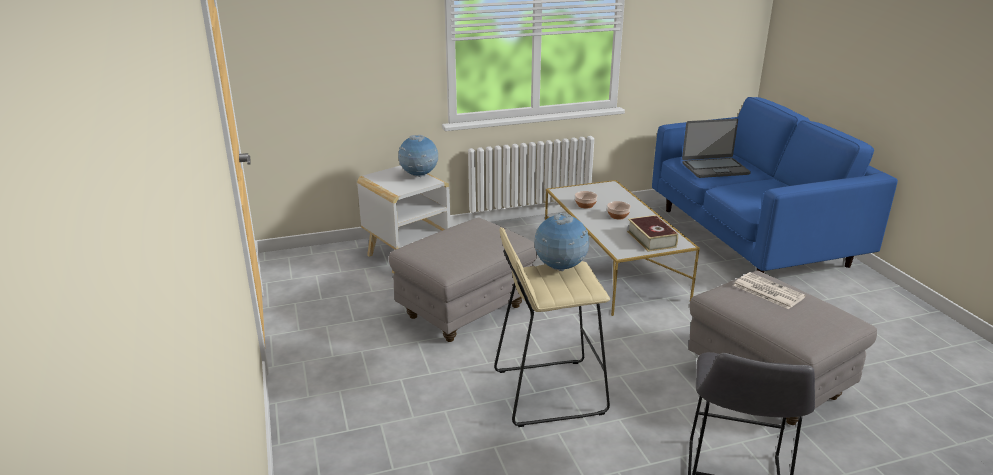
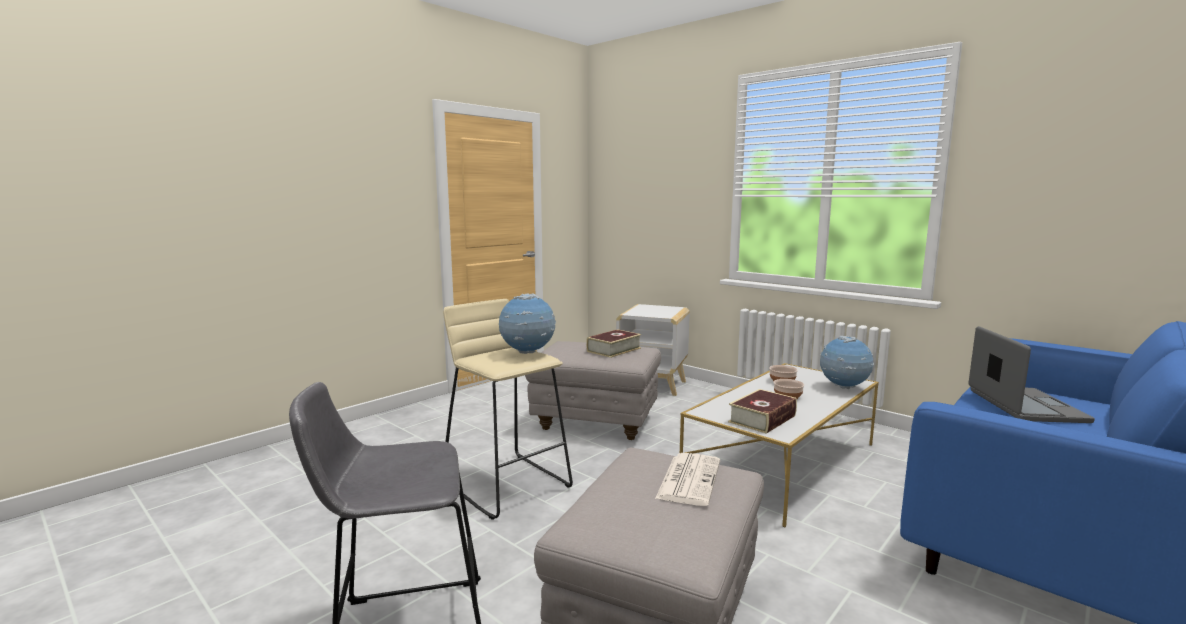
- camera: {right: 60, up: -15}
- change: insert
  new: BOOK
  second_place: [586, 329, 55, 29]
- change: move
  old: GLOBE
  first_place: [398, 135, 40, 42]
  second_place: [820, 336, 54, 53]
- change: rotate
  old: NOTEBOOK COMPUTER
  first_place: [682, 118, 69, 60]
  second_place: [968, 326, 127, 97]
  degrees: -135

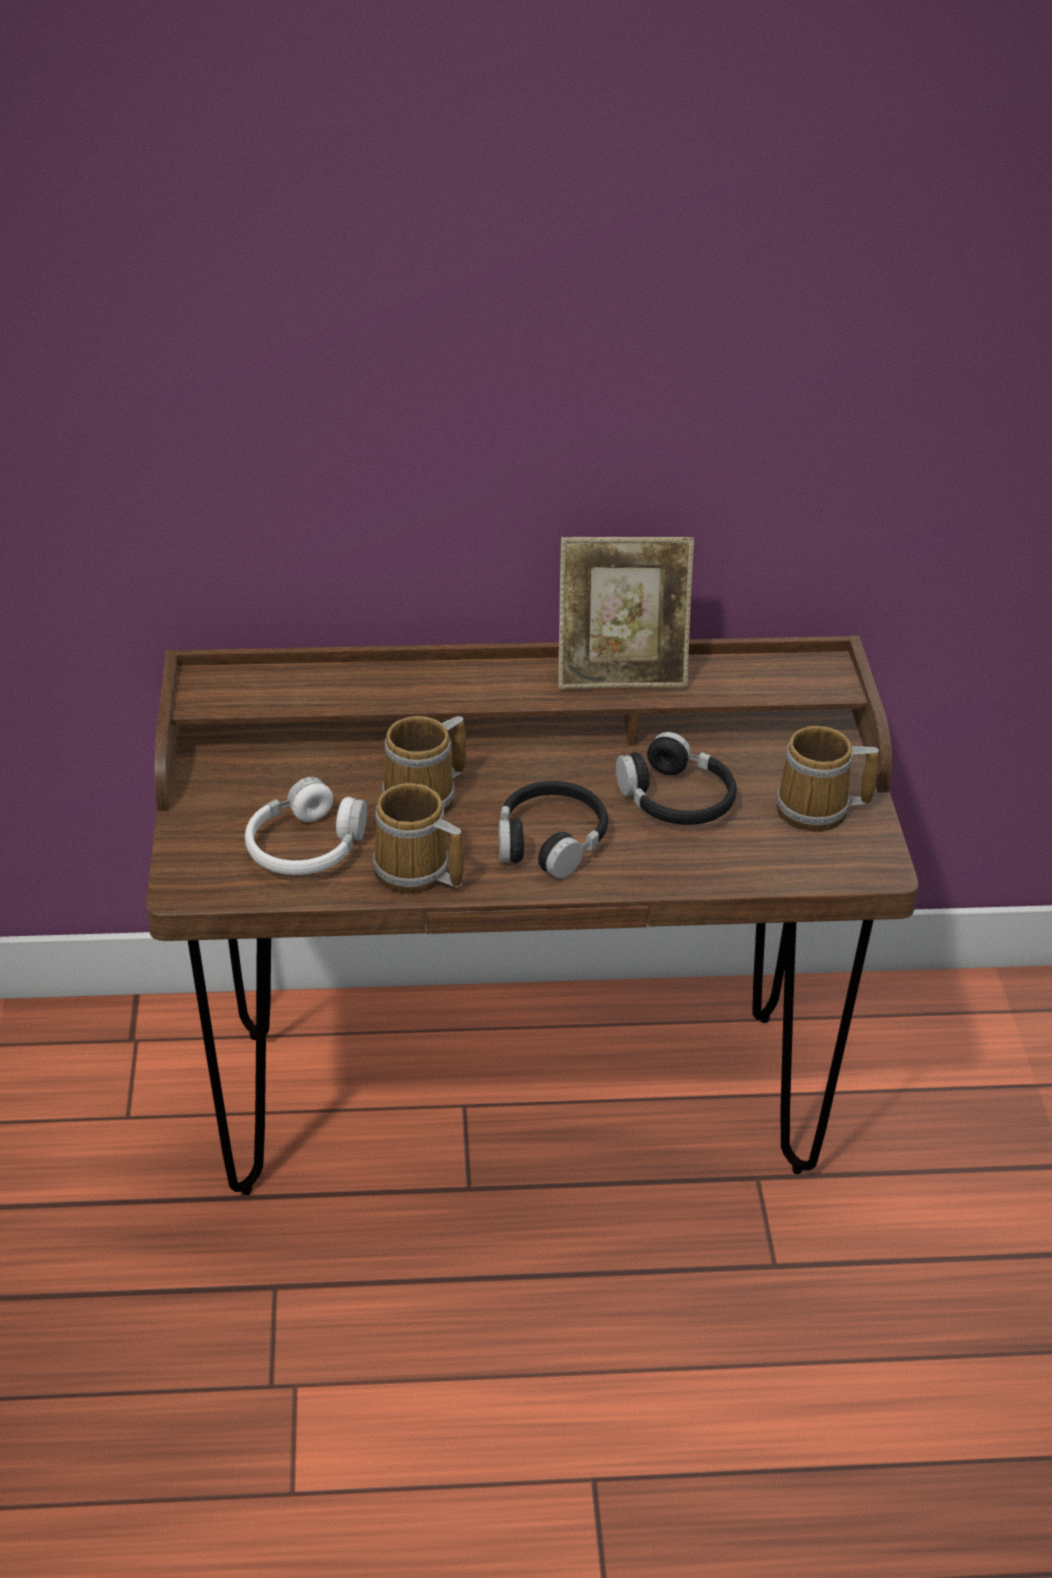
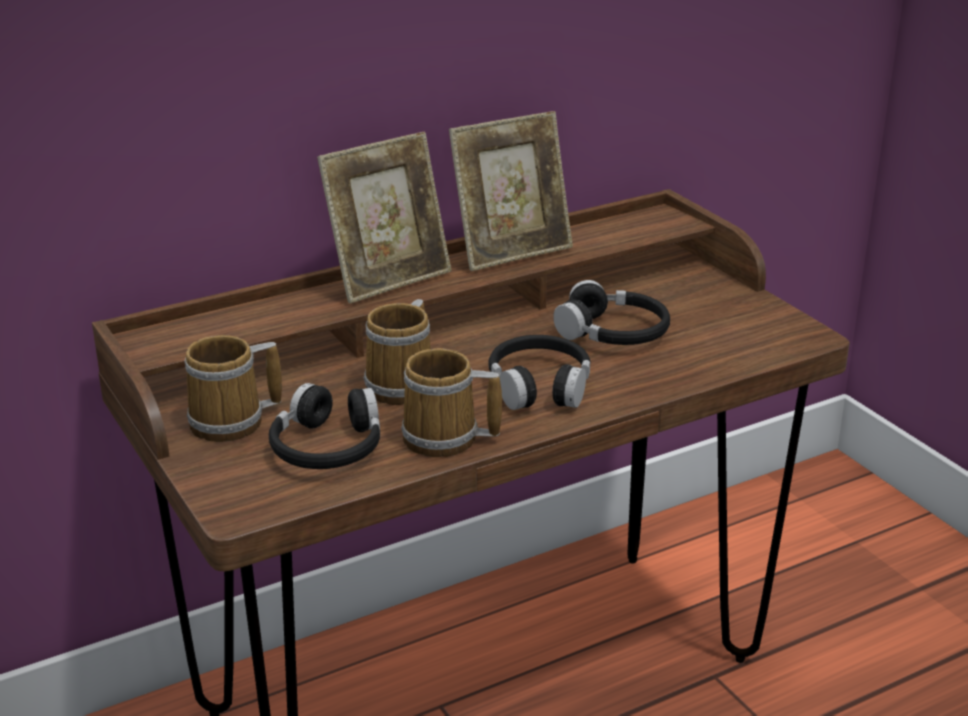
- camera: {right: -25, up: -10}
- change: move
  old: MUG
  first_place: [776, 726, 103, 106]
  second_place: [184, 335, 98, 107]
- change: recolor
  old: WHITISH HEADPHONES
  new: BLACKISH HEADPHONES
  first_place: [245, 777, 122, 98]
  second_place: [269, 383, 111, 86]
- change: insert
  new: STANDING FRAME
  second_place: [317, 131, 134, 173]

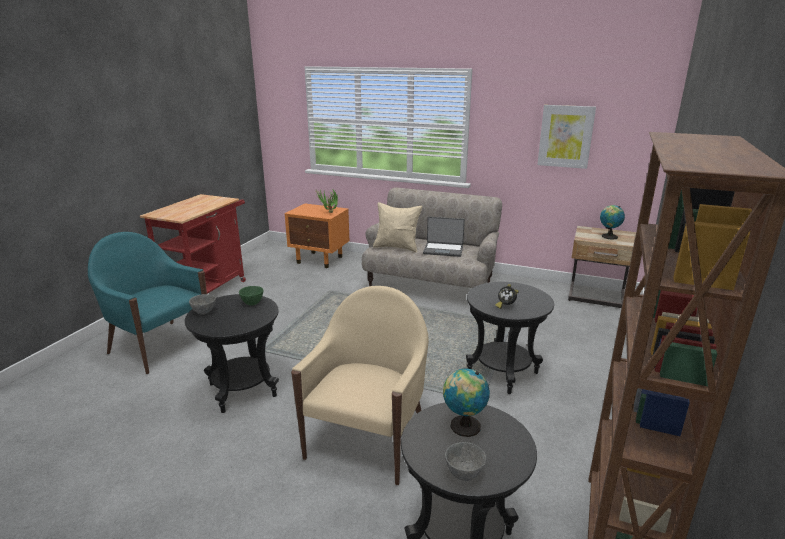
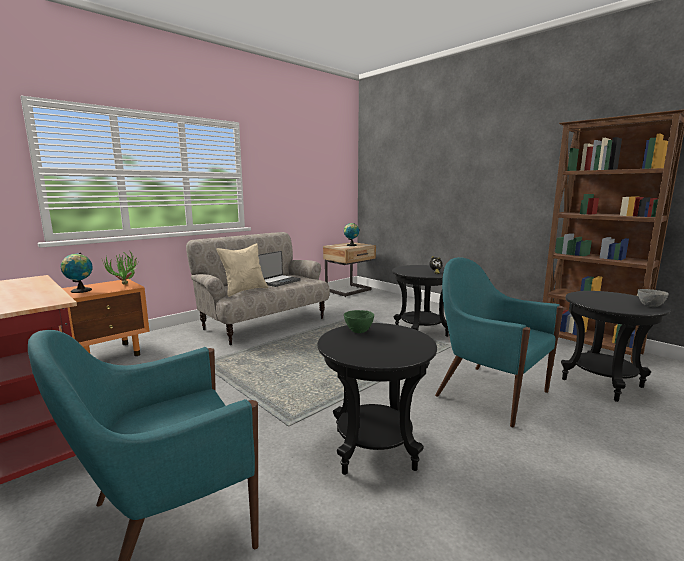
- camera: {right: -65, up: -10}
- change: move
  old: GLOBE
  first_place: [443, 369, 47, 68]
  second_place: [61, 253, 32, 40]
- change: recolor
  old: SAND-COLOURED LOUNGE CHAIR
  new: TURQUOISE LOUNGE CHAIR
  first_place: [291, 286, 138, 199]
  second_place: [435, 257, 129, 171]
- change: delete
  old: GRAY DEEP DISH
  first_place: [189, 294, 27, 21]
- change: delete
  old: WALL PICTURE
  first_place: [537, 105, 59, 64]

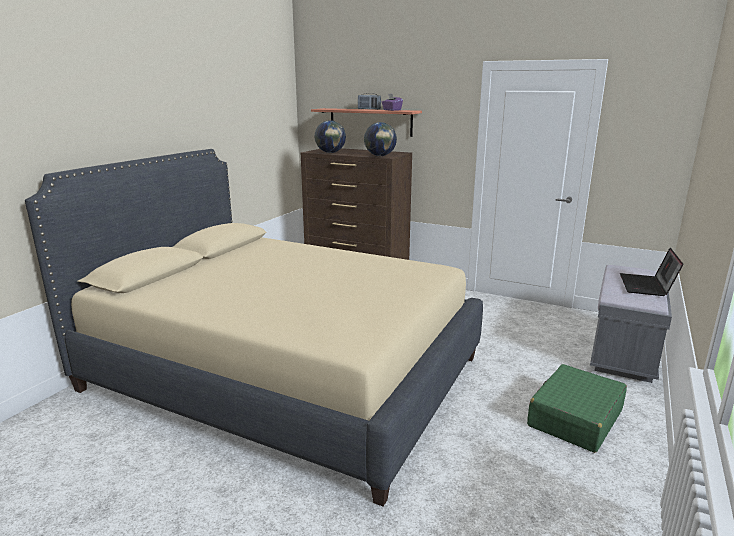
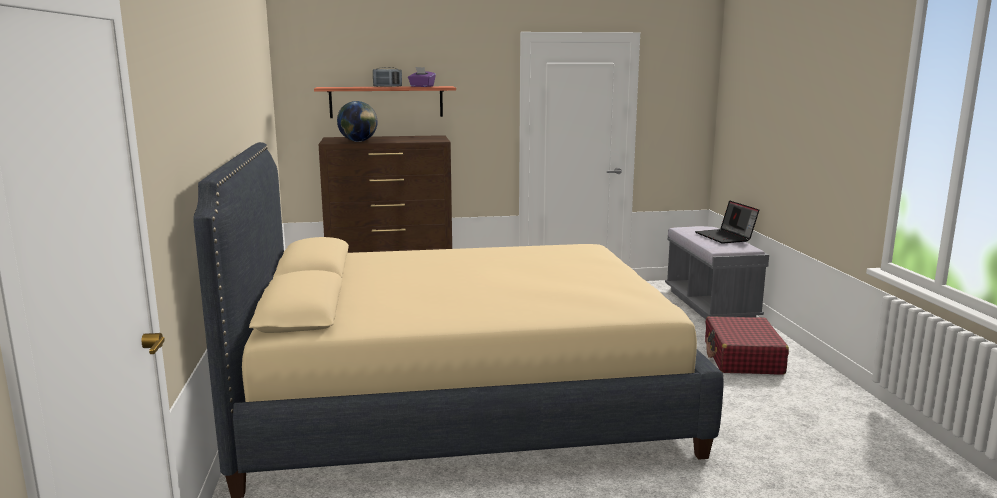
- camera: {right: -35, up: -5}
- change: recolor
  old: GREEN SUITCASE
  new: RED-COLOURED SUITCASE
  first_place: [527, 364, 100, 89]
  second_place: [705, 316, 84, 59]
- change: delete
  old: GLOBE
  first_place: [364, 122, 33, 34]

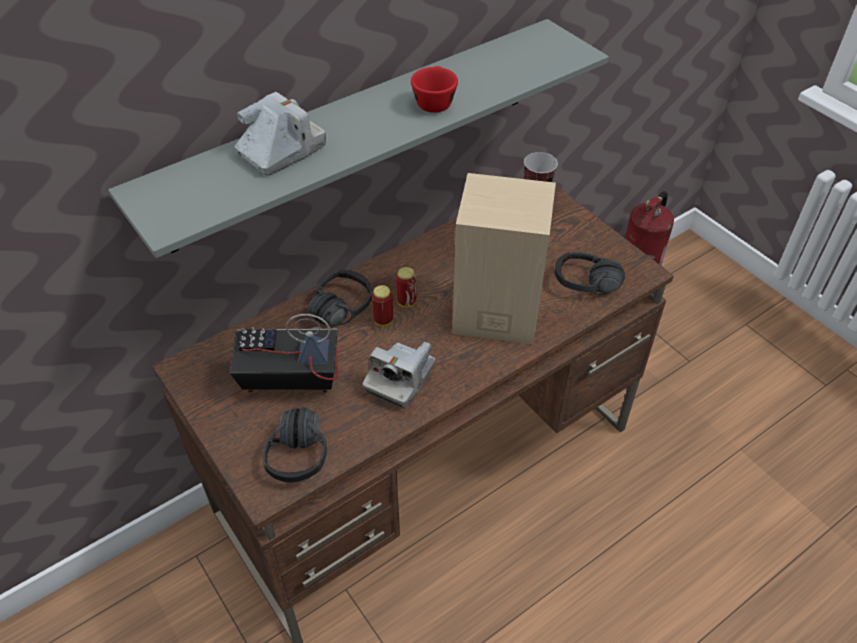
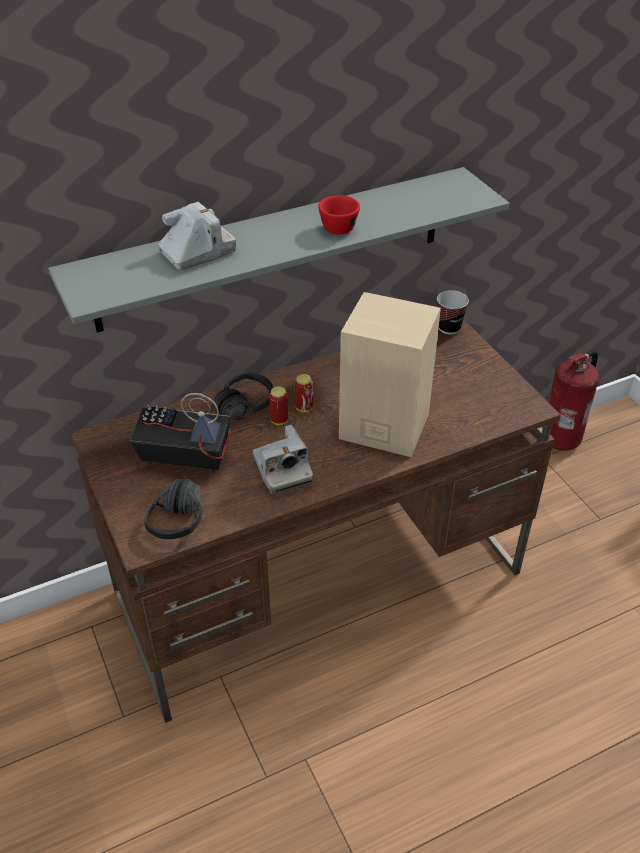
- camera: {right: 10, up: -5}
- change: rotate
  old: STILL CAMERA
  first_place: [363, 342, 73, 67]
  second_place: [253, 425, 60, 70]
  degrees: -60
- change: delete
  old: BLACKISH HEADPHONES
  first_place: [555, 252, 70, 43]

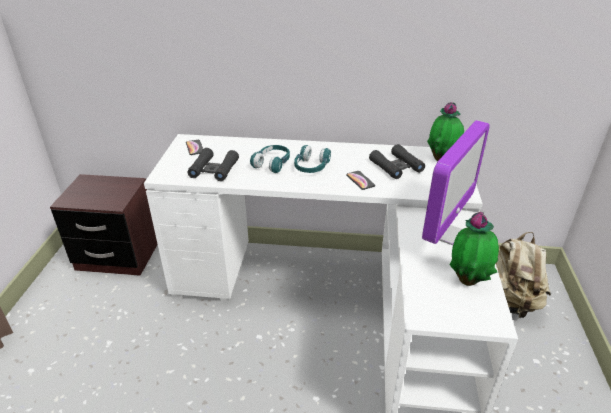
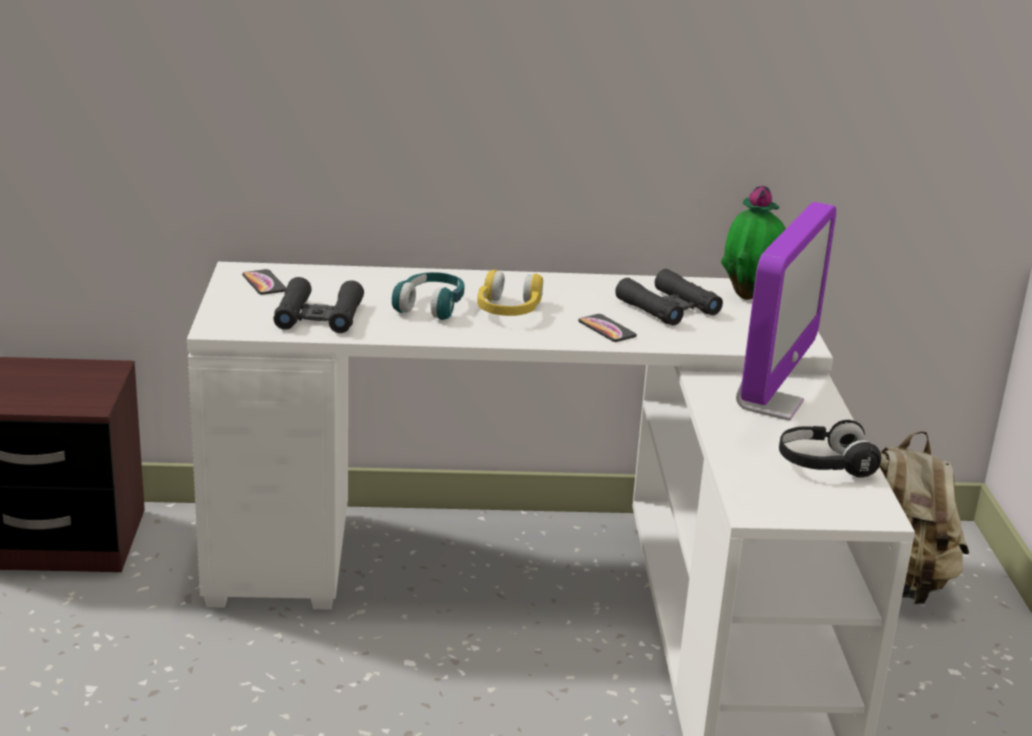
- camera: {right: -10, up: -10}
- change: recolor
  old: TURQUOISE HEADPHONES
  new: YELLOW-COLOURED HEADPHONES
  first_place: [294, 145, 37, 28]
  second_place: [477, 270, 66, 46]
- change: replace
  old: POTTED PLANT
  new: BLACKISH HEADPHONES
  first_place: [450, 212, 49, 74]
  second_place: [779, 420, 102, 58]

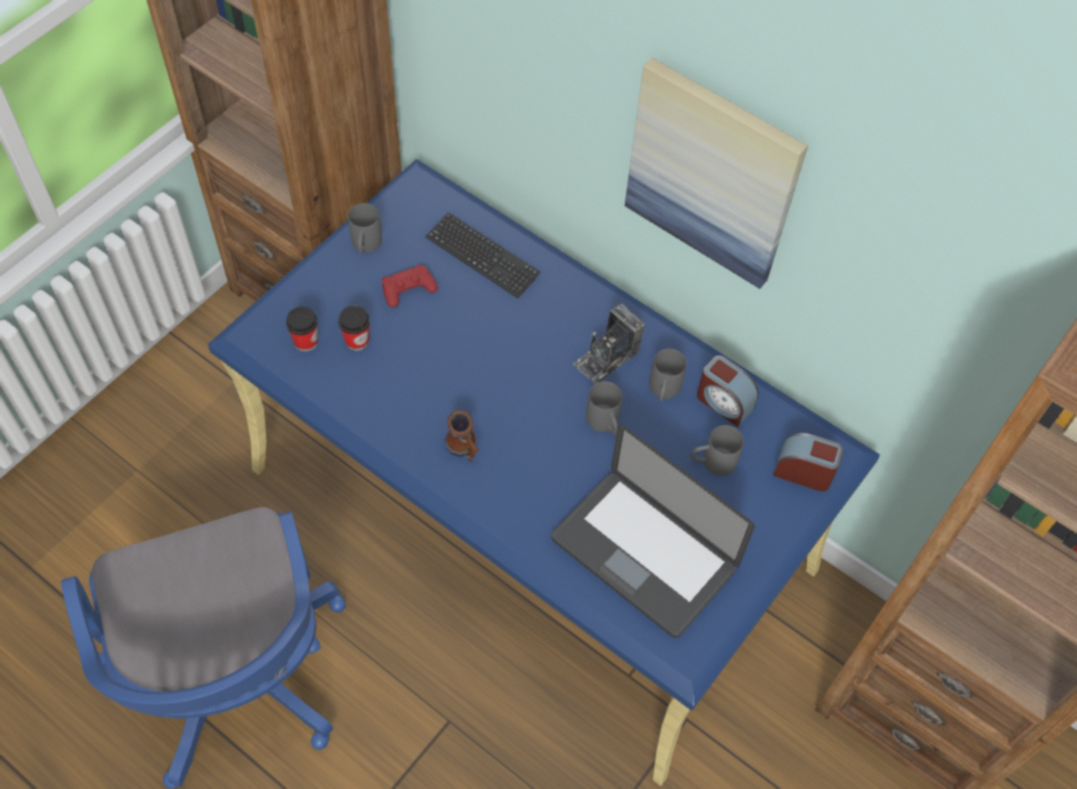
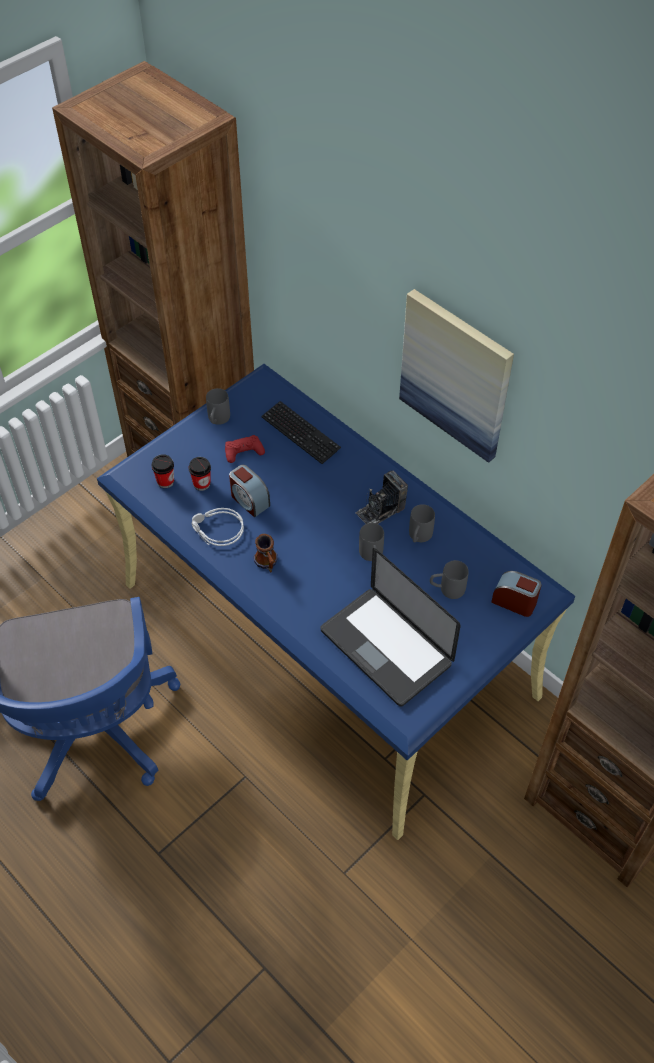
- camera: {right: 10, up: -5}
- change: insert
  new: GRAY HEADPHONES
  second_place: [191, 508, 53, 38]
- change: move
  old: ALARM CLOCK
  first_place: [697, 356, 62, 71]
  second_place: [229, 465, 41, 52]

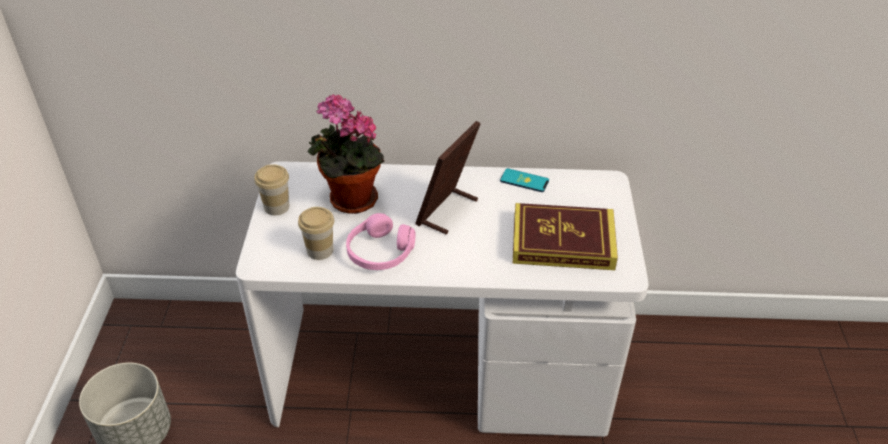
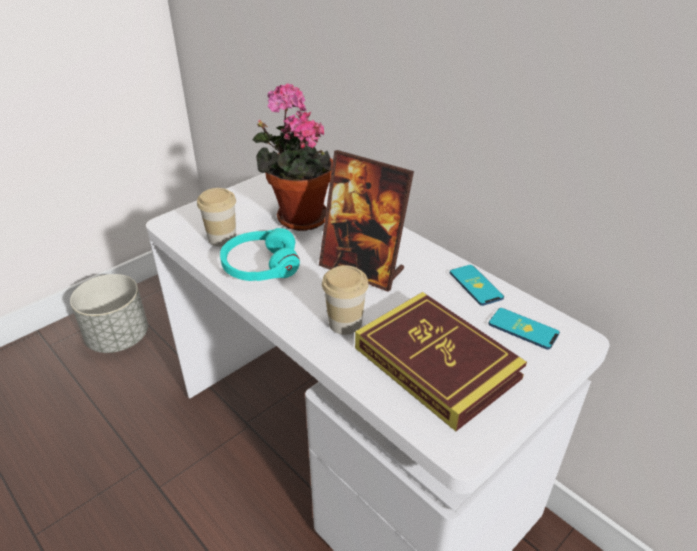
- camera: {right: 45, up: -5}
- change: recolor
  old: PINK-COLOURED HEADPHONES
  new: TURQUOISE HEADPHONES
  first_place: [346, 213, 70, 57]
  second_place: [220, 228, 80, 53]
- change: rotate
  old: STANDING FRAME
  first_place: [415, 121, 66, 113]
  second_place: [319, 150, 95, 142]
  degrees: -135
- change: move
  old: DRINKING CUP
  first_place: [254, 164, 35, 51]
  second_place: [322, 265, 47, 70]
- change: insert
  new: PHONE
  second_place: [488, 308, 72, 42]

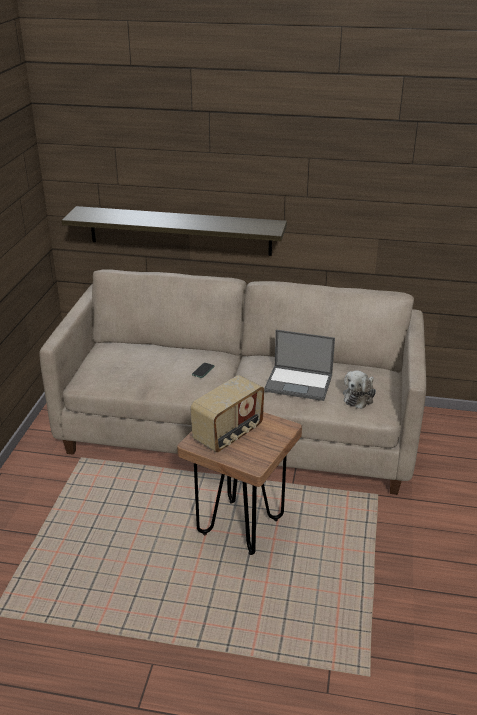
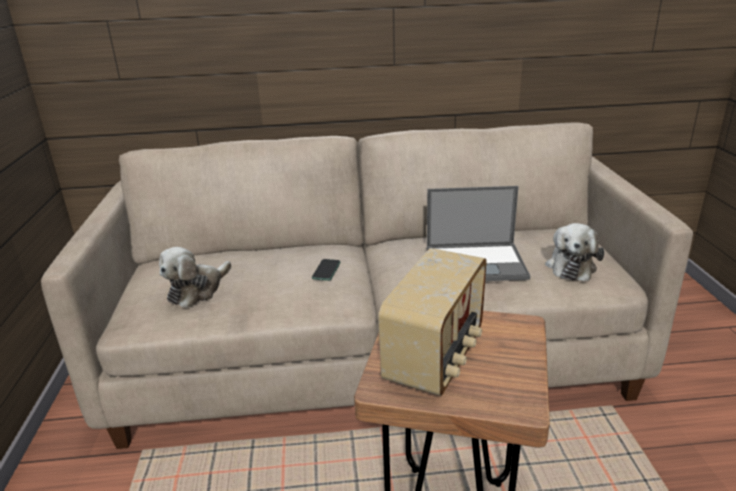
- camera: {right: -15, up: -5}
- change: insert
  new: SOFT TOY
  second_place: [159, 247, 72, 61]
- change: delete
  old: SHELF
  first_place: [61, 206, 226, 50]

